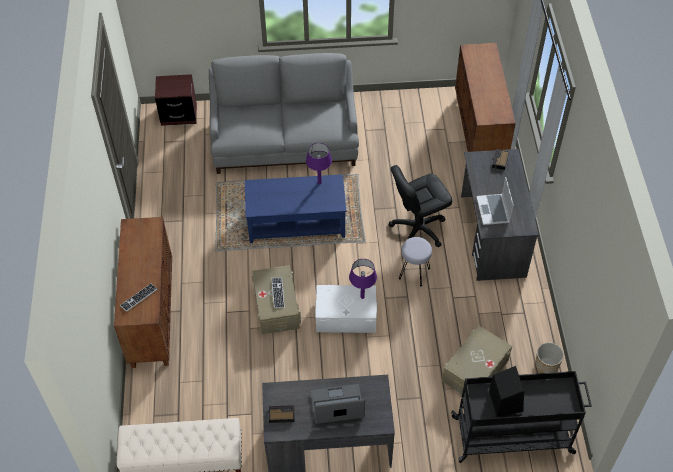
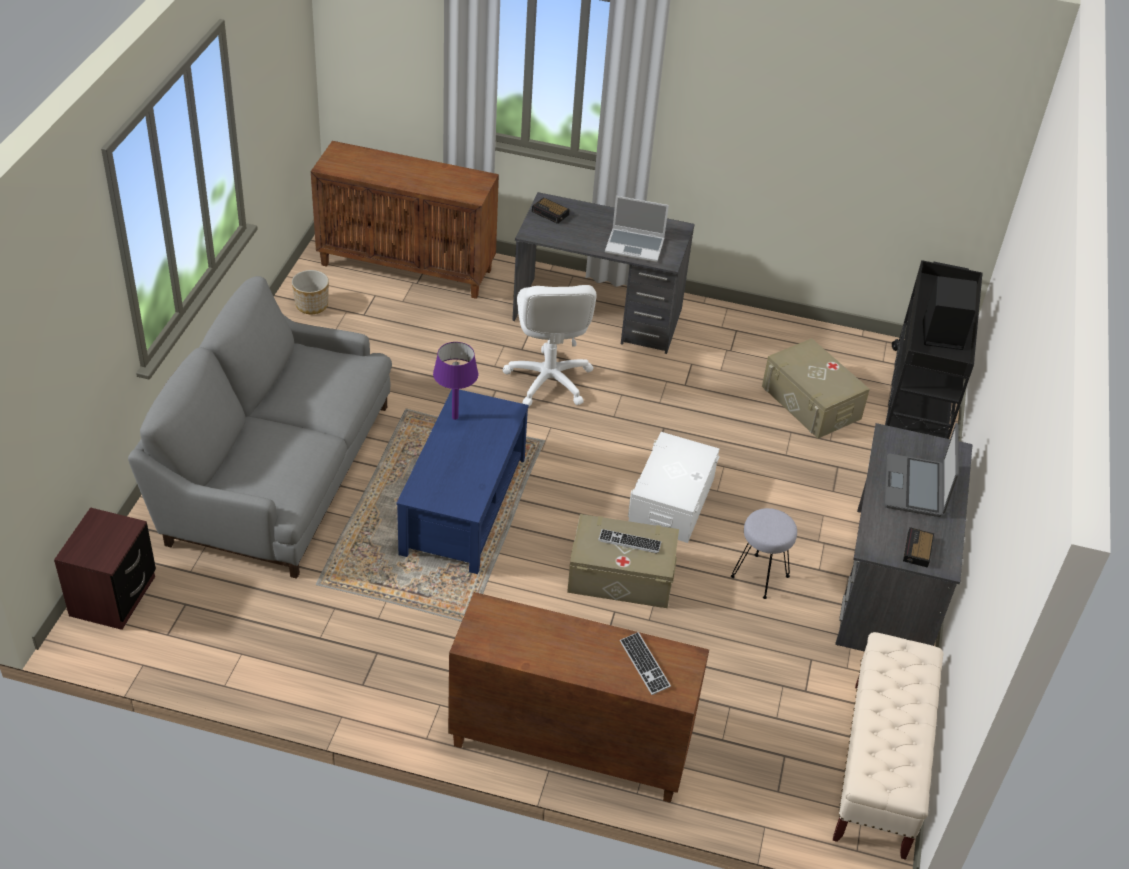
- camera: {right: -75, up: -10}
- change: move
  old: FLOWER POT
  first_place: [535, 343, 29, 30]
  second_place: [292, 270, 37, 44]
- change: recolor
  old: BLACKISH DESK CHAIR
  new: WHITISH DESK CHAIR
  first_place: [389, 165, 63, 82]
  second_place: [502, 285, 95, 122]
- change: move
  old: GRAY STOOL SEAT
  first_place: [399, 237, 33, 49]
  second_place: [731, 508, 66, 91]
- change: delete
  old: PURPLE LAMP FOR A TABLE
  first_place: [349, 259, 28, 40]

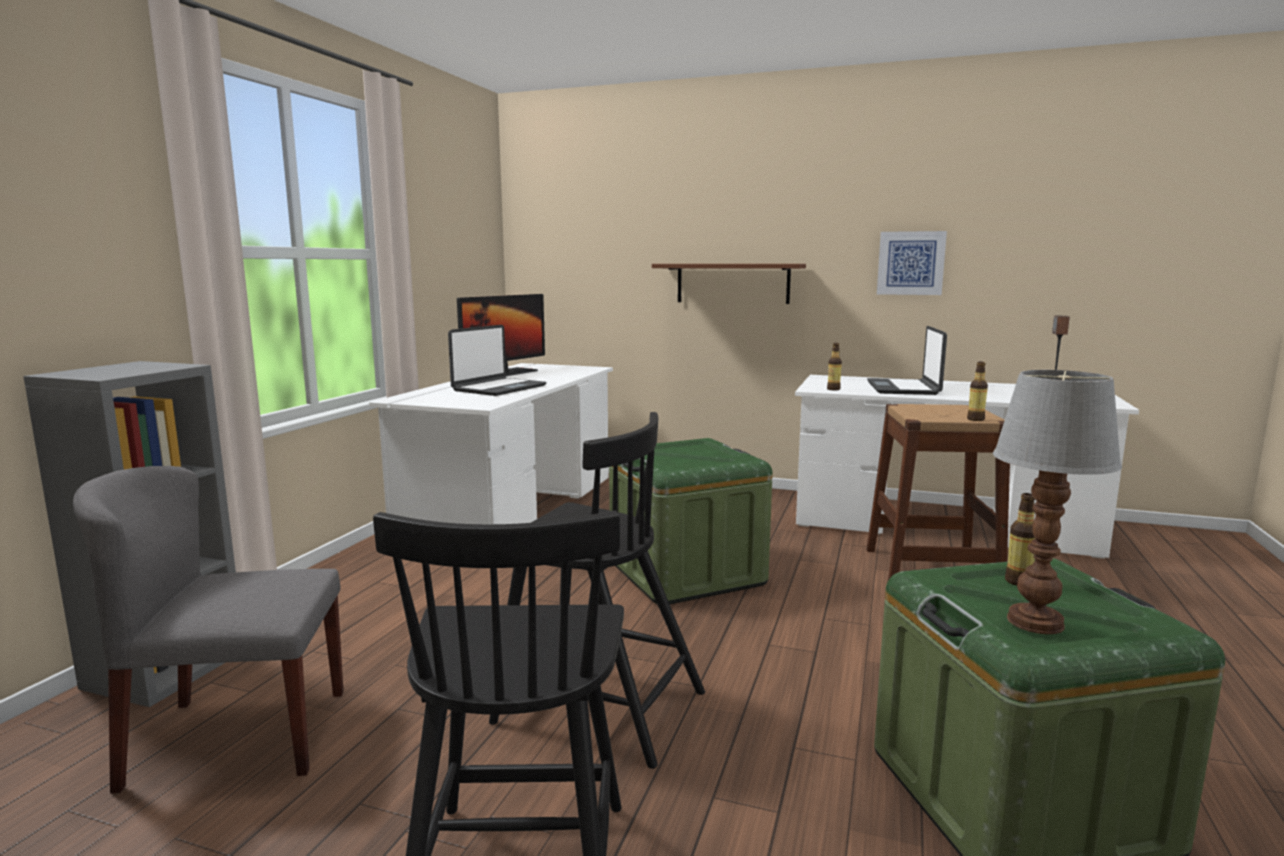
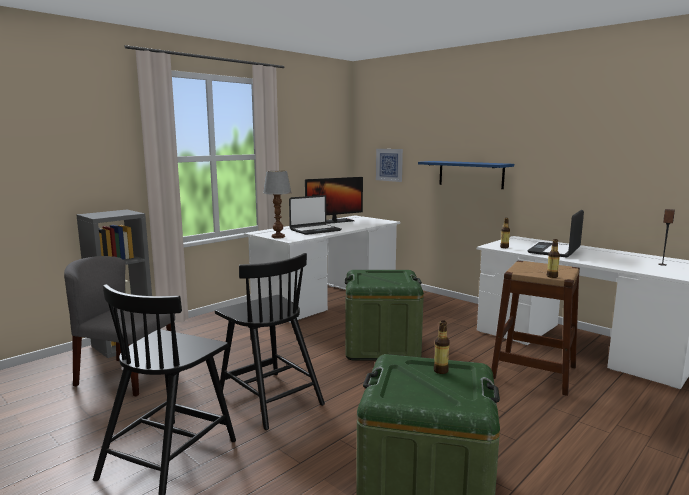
- camera: {right: 25, up: 0}
- change: move
  old: LAMP FOR A TABLE
  first_place: [993, 370, 129, 264]
  second_place: [263, 171, 29, 67]
- change: move
  old: WALL PICTURE
  first_place: [877, 231, 70, 64]
  second_place: [376, 149, 27, 33]
- change: recolor
  old: BROWN-COLOURED SHELF
  new: BLUISH SHELF
  first_place: [652, 264, 154, 40]
  second_place: [418, 161, 96, 28]

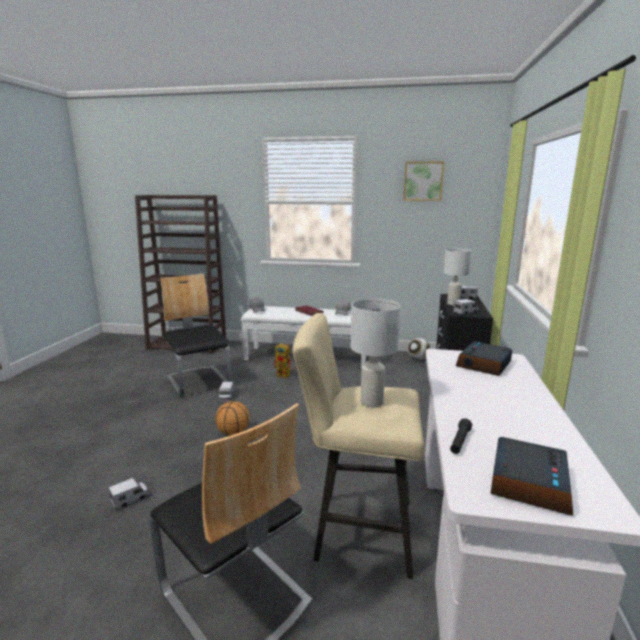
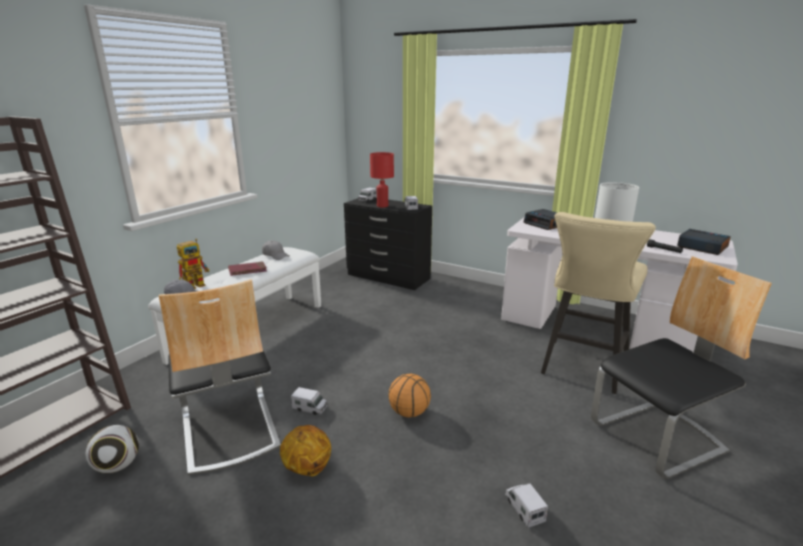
- camera: {right: -70, up: 5}
- change: move
  old: FOOTBALL BALL
  first_place: [408, 338, 22, 22]
  second_place: [85, 425, 54, 48]
- change: rotate
  old: CHAIR
  first_place: [161, 273, 70, 122]
  second_place: [159, 279, 122, 196]
  degrees: -105
- change: move
  old: TOY ROBOT
  first_place: [273, 344, 23, 34]
  second_place: [177, 239, 32, 50]
- change: insert
  new: BASKETBALL BALL
  second_place: [280, 425, 51, 51]
- change: recolor
  old: WHITISH LAMP FOR A TABLE
  new: RED-COLOURED LAMP FOR A TABLE
  first_place: [443, 249, 28, 57]
  second_place: [370, 152, 24, 56]
- change: delete
  old: WALL PICTURE
  first_place: [404, 161, 40, 40]

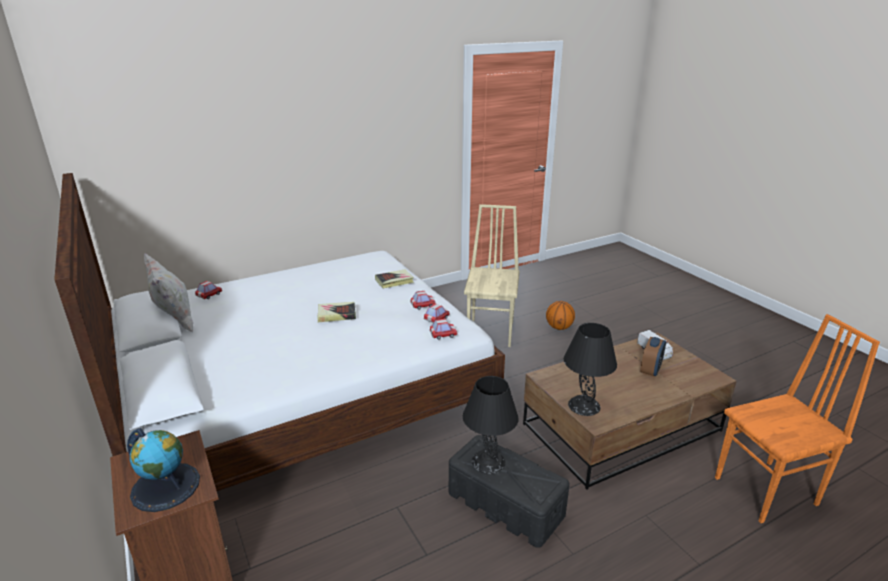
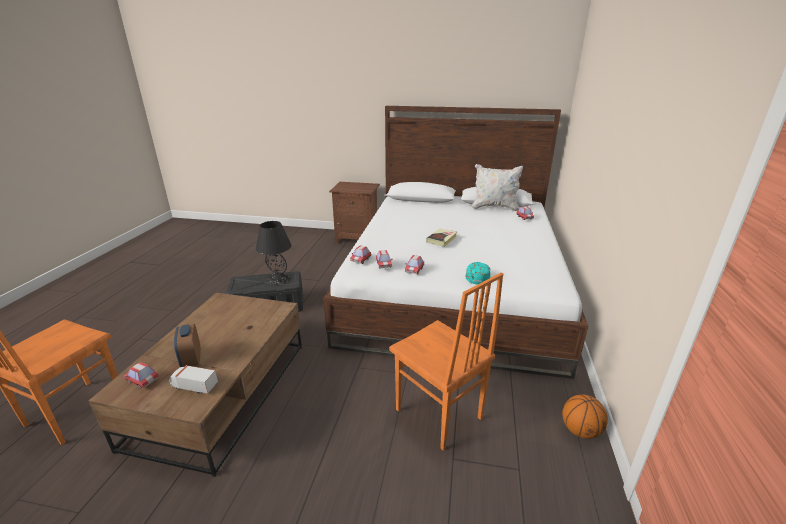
- camera: {right: 130, up: 0}
- change: insert
  new: TOY CAR
  second_place: [124, 362, 35, 26]
- change: recolor
  old: SAND-COLOURED CHAIR
  new: ORANGEY CHAIR
  first_place: [464, 204, 56, 143]
  second_place: [389, 273, 114, 178]
- change: replace
  old: BOOK
  new: TURQUOISE BASEBALL CAP
  first_place: [375, 269, 39, 19]
  second_place: [466, 262, 24, 23]
- change: move
  old: BASKETBALL BALL
  first_place: [546, 301, 29, 29]
  second_place: [562, 394, 46, 45]
- change: delete
  old: GLOBE
  first_place: [127, 428, 73, 84]
- change: delete
  old: BLACKISH LAMP FOR A TABLE
  first_place: [564, 323, 53, 93]

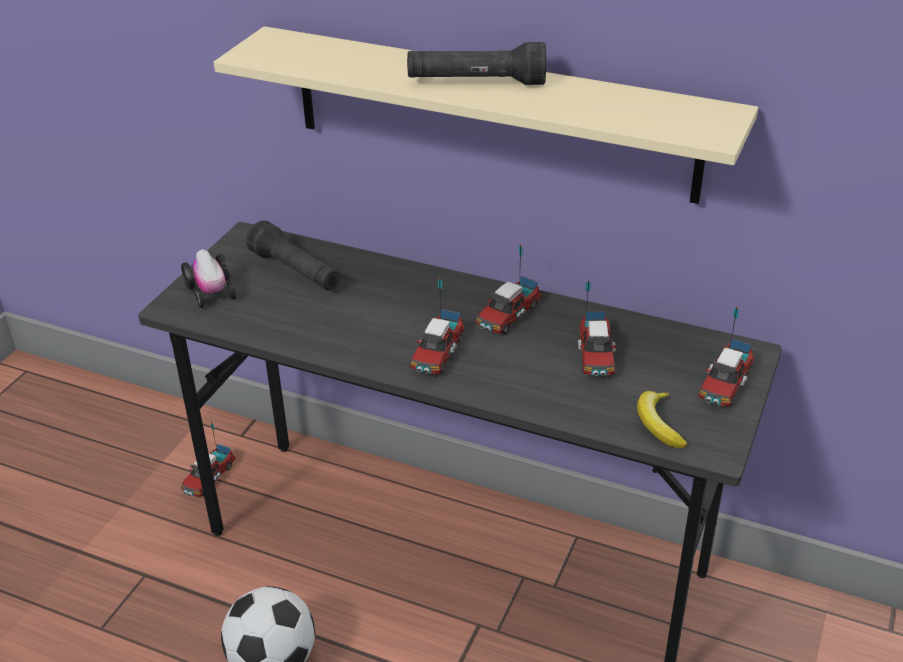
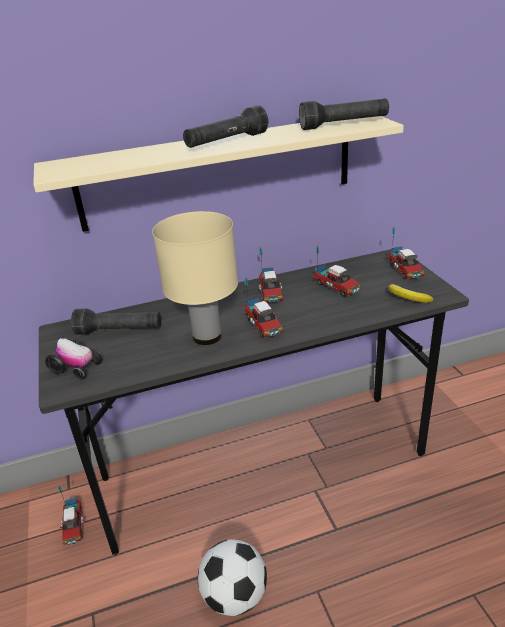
- camera: {right: -40, up: -5}
- change: insert
  new: SAND-COLOURED LAMP FOR A TABLE
  second_place: [152, 211, 86, 134]
- change: insert
  new: BLACKISH HAND TORCH
  second_place: [299, 98, 90, 32]

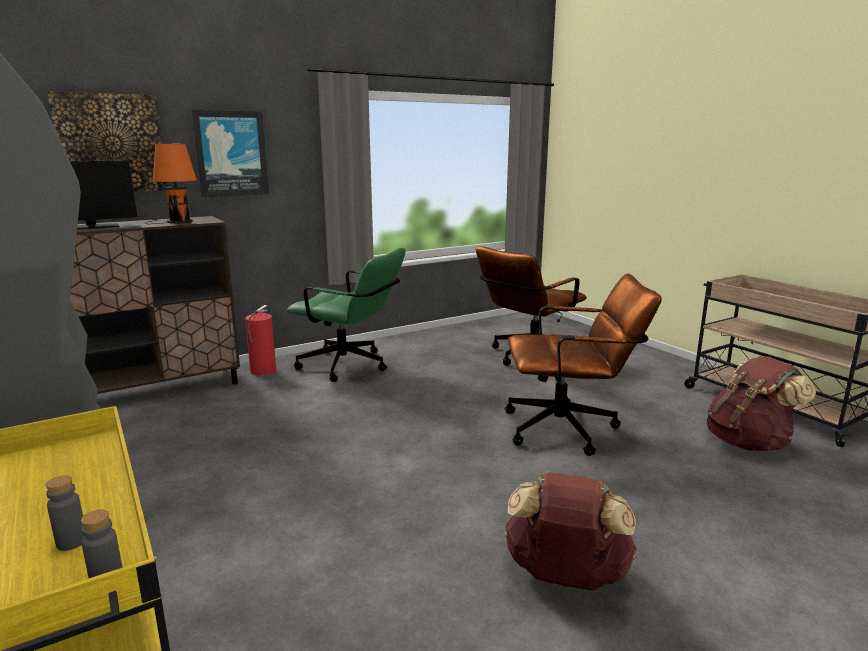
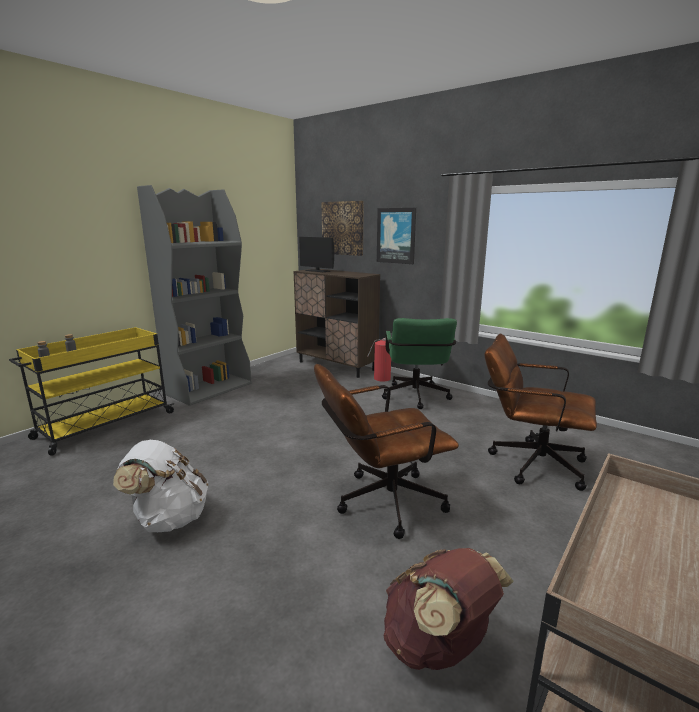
- camera: {right: 70, up: 0}
- change: recolor
  old: BROWN-COLOURED KNAPSACK
  new: WHITISH KNAPSACK
  first_place: [504, 472, 132, 118]
  second_place: [113, 440, 95, 92]
- change: rotate
  old: BROWN-COLOURED DESK CHAIR
  first_place: [505, 274, 157, 182]
  second_place: [314, 364, 145, 175]
  degrees: 90
- change: delete
  old: ORANGEY LAMP FOR A TABLE
  first_place: [144, 144, 53, 80]

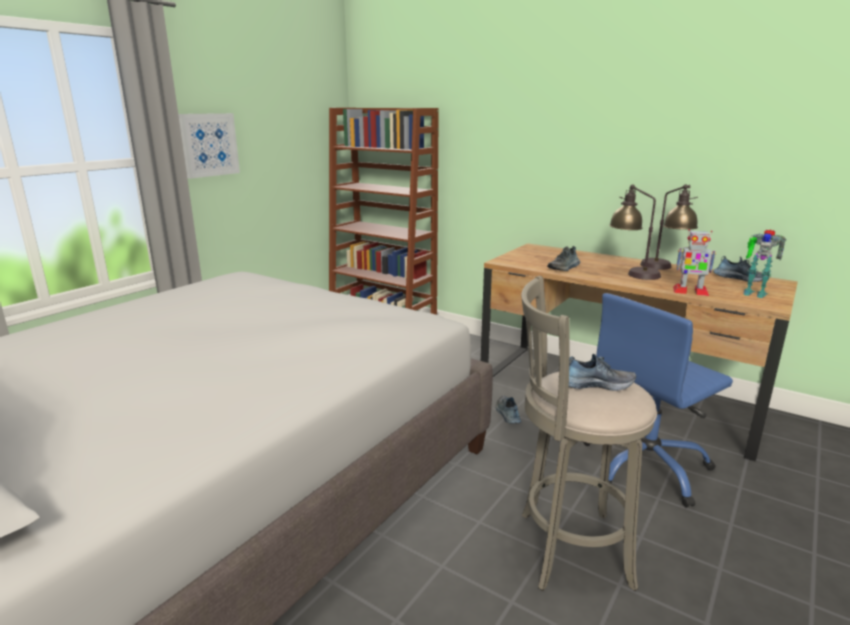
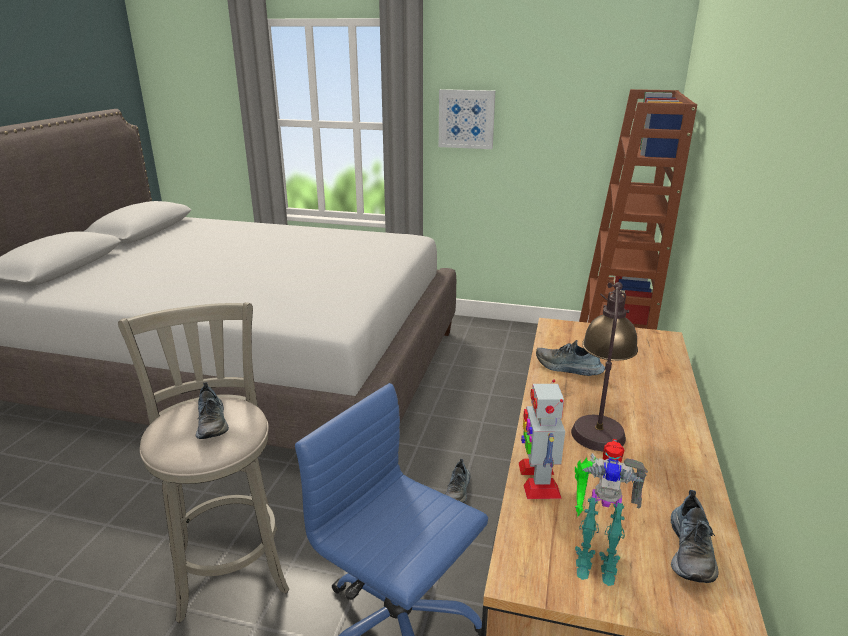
- camera: {right: 70, up: 5}
- change: rotate
  old: ITEM OF FOOTWEAR
  first_place: [496, 395, 25, 29]
  second_place: [445, 459, 25, 44]
  degrees: 135
- change: rotate
  old: TOY ROBOT
  first_place: [743, 230, 43, 68]
  second_place: [575, 439, 73, 147]
  degrees: -90
- change: delete
  old: LAMP FOR A TABLE
  first_place: [640, 184, 58, 86]

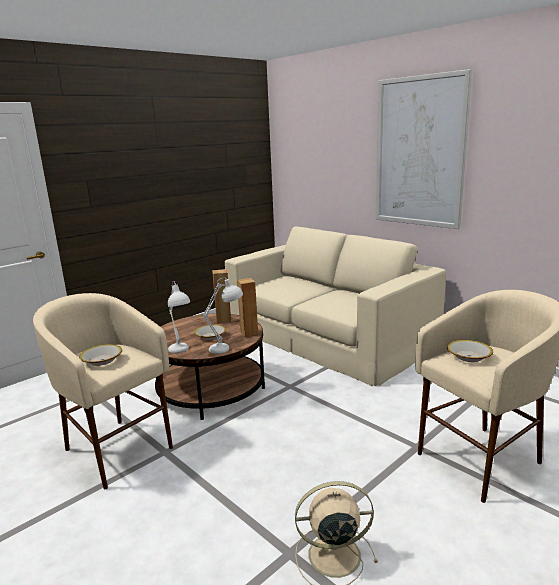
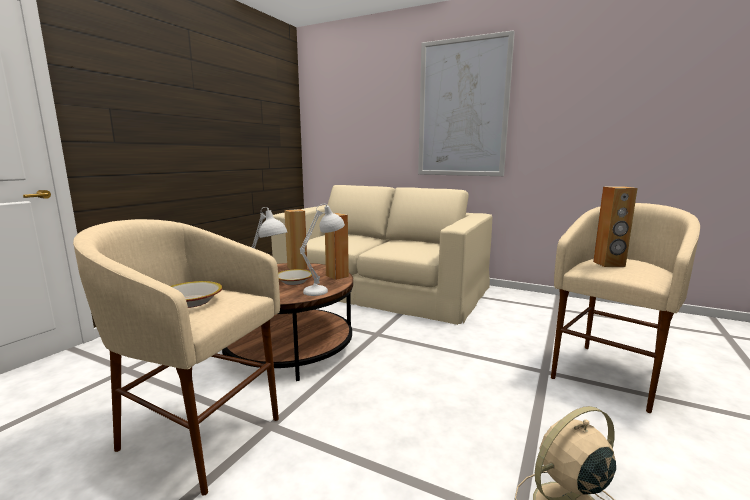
- camera: {right: -20, up: -5}
- change: replace
  old: DEEP DISH
  new: BROWN-COLOURED AUDIO SPEAKER
  first_place: [447, 340, 46, 22]
  second_place: [593, 187, 44, 80]

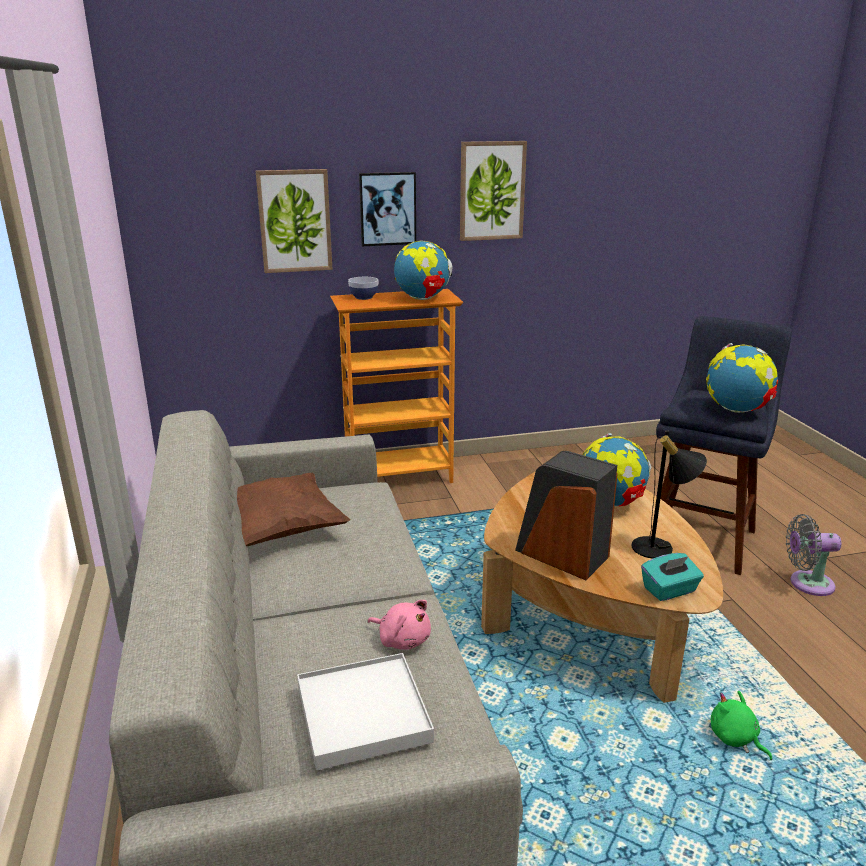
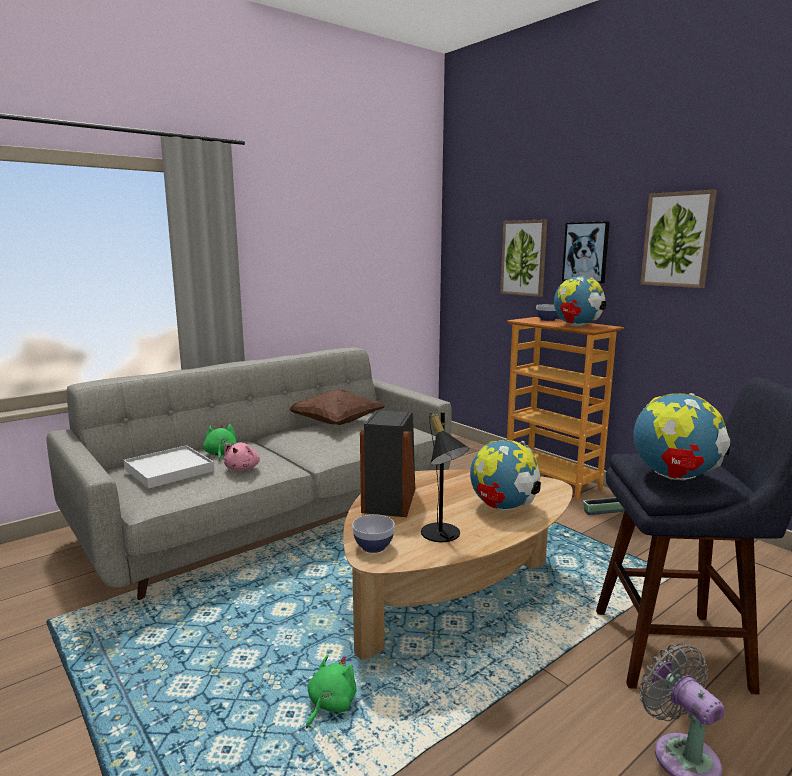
- camera: {right: 65, up: -10}
- change: insert
  new: GREEN SOFT TOY
  second_place: [203, 424, 33, 37]
- change: replace
  old: TURQUOISE TISSUE HOLDER
  new: DEEP DISH
  first_place: [641, 553, 63, 48]
  second_place: [352, 515, 43, 38]
- change: insert
  new: FLOWER POT
  second_place: [583, 497, 42, 18]

